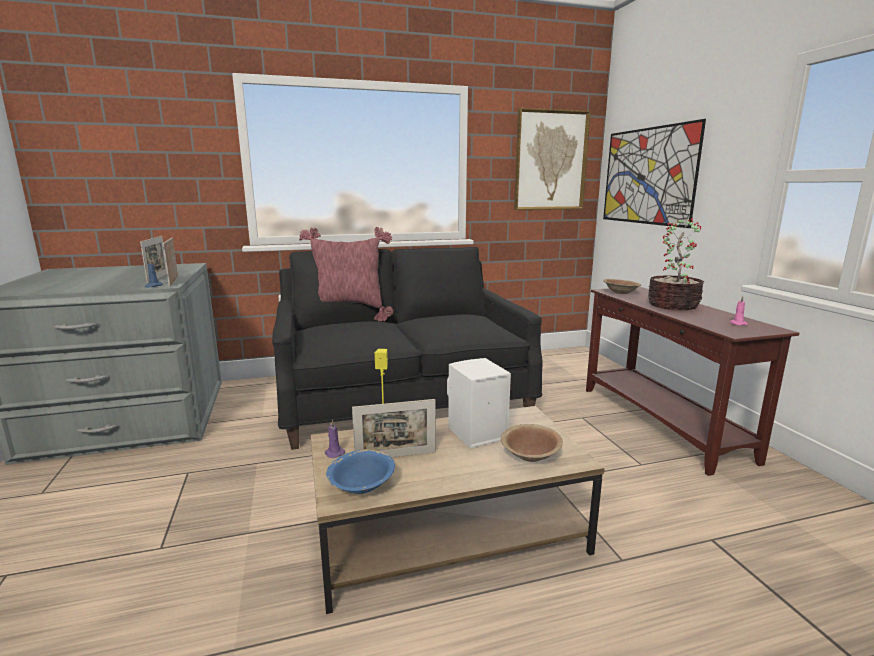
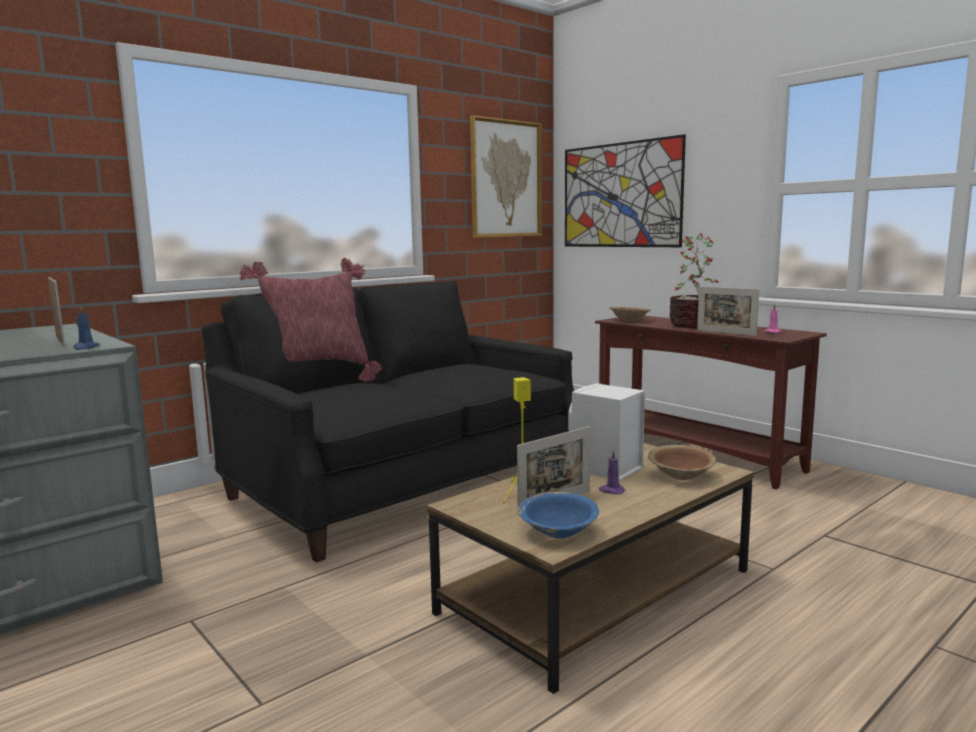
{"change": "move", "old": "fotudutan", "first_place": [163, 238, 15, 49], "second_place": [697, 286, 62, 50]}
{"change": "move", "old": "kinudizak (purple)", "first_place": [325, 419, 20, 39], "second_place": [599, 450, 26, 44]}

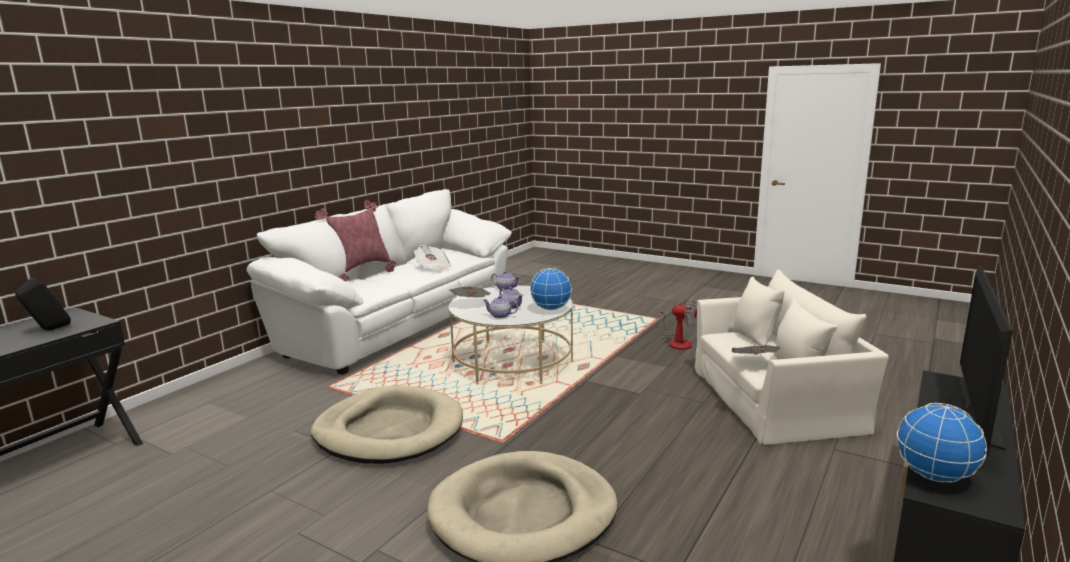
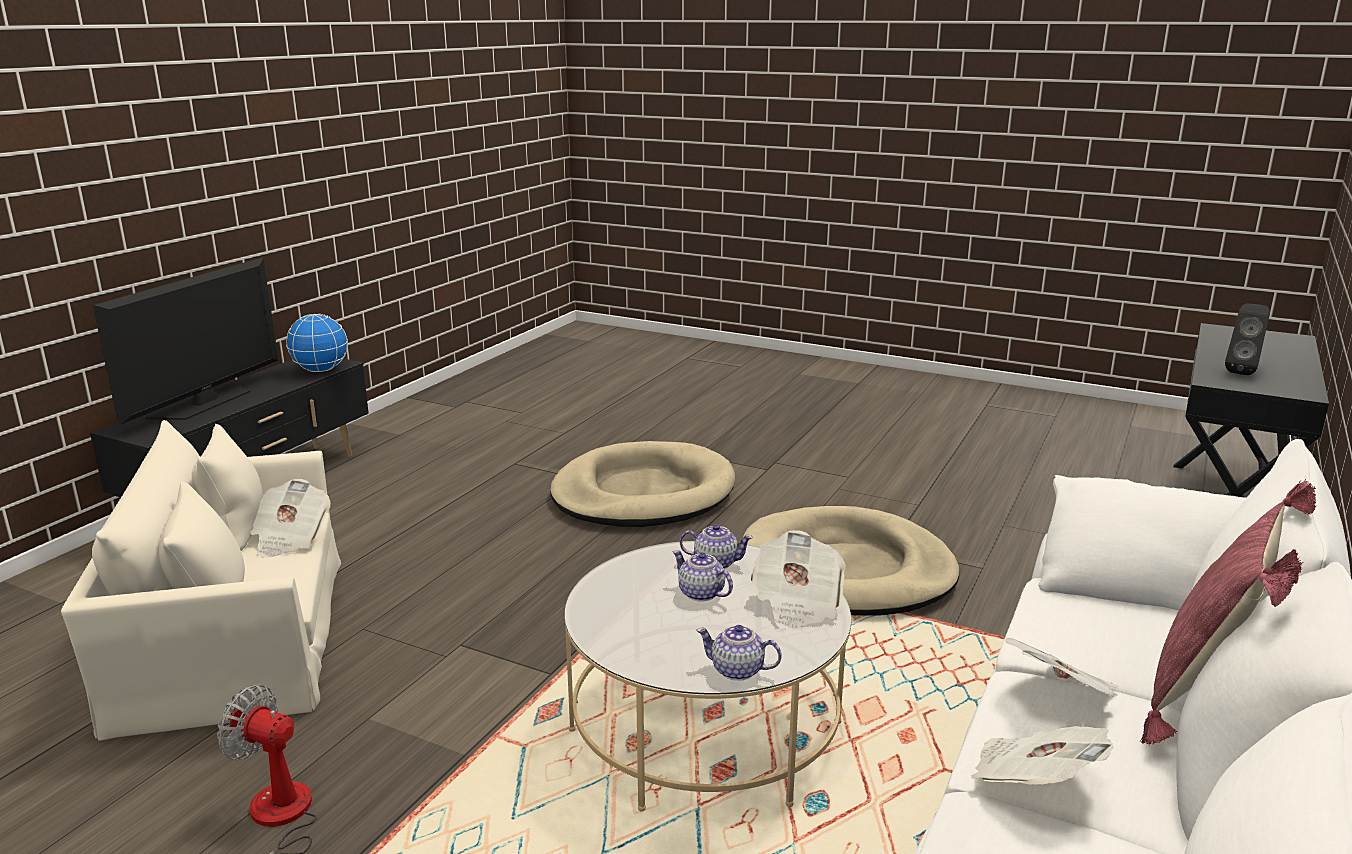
{"change": "delete", "old": "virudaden", "first_place": [530, 268, 42, 42]}
{"change": "insert", "new": "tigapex", "second_place": [1005, 638, 114, 59]}

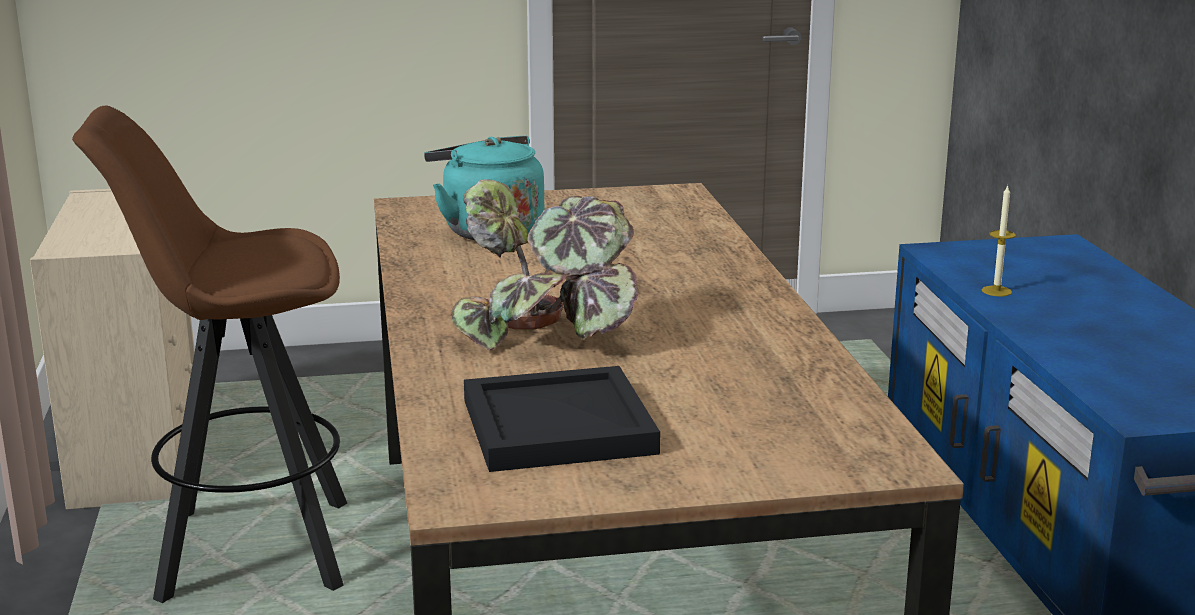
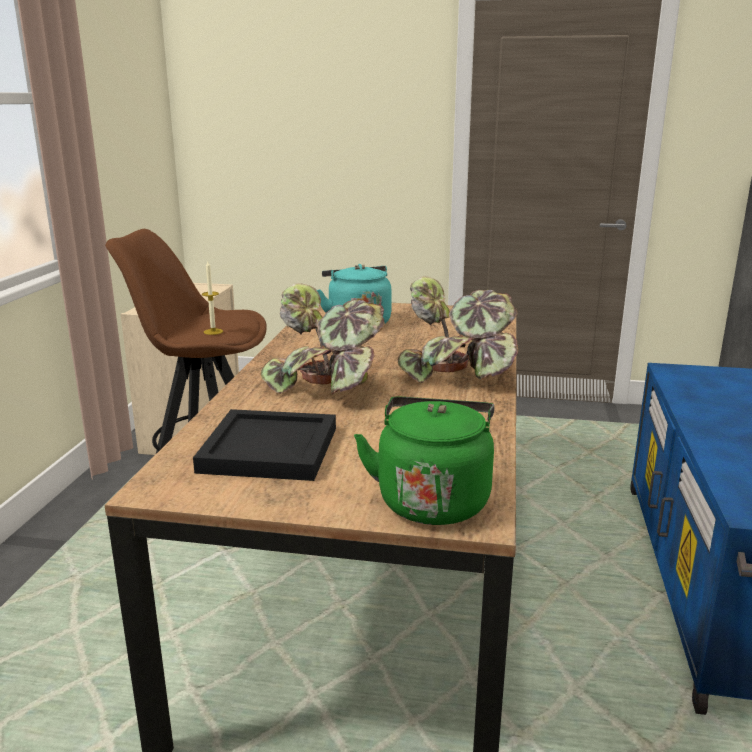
{"change": "insert", "new": "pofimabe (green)", "second_place": [354, 397, 140, 128]}
{"change": "insert", "new": "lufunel", "second_place": [397, 276, 121, 107]}
{"change": "move", "old": "kinudizak", "first_place": [982, 184, 34, 112], "second_place": [202, 260, 21, 75]}

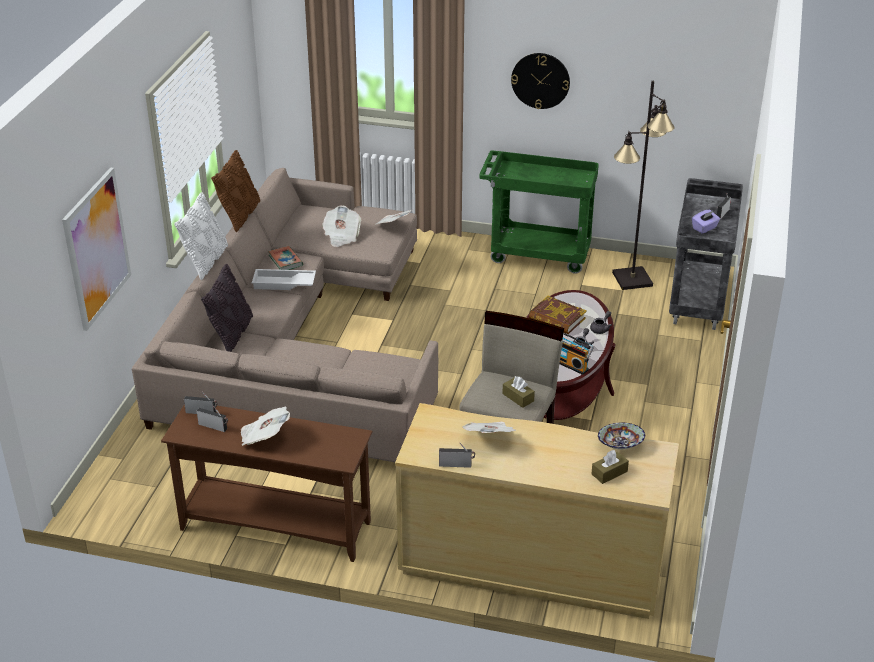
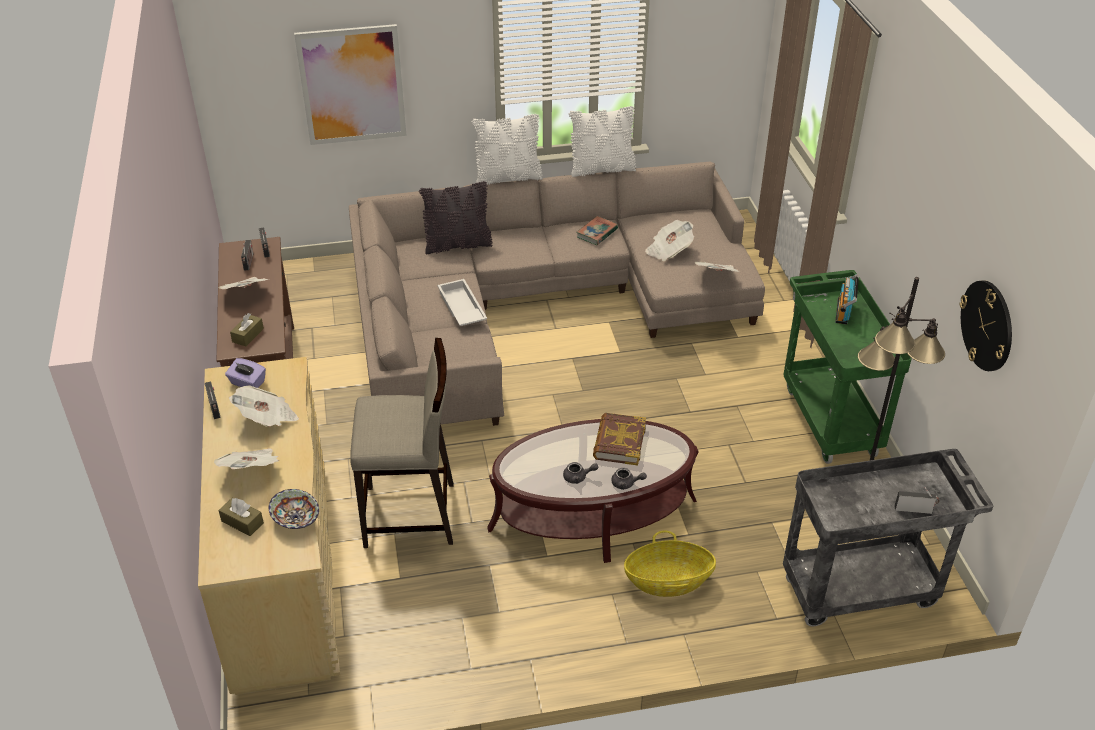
{"change": "insert", "new": "tigapex", "second_place": [214, 448, 65, 21]}
{"change": "insert", "new": "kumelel", "second_place": [624, 531, 92, 66]}
{"change": "move", "old": "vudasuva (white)", "first_place": [252, 269, 64, 21], "second_place": [437, 279, 50, 47]}
{"change": "move", "old": "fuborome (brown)", "first_place": [502, 376, 33, 32], "second_place": [230, 313, 34, 33]}
{"change": "move", "old": "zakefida", "first_place": [511, 53, 59, 56], "second_place": [960, 280, 52, 91]}
{"change": "move", "old": "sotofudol", "first_place": [560, 333, 34, 42], "second_place": [835, 274, 24, 51]}
{"change": "move", "old": "fuborome (purple)", "first_place": [692, 210, 28, 24], "second_place": [225, 358, 41, 30]}
{"change": "recolor", "old": "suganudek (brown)", "new": "suganudek (white)", "first_place": [211, 150, 49, 82], "second_place": [569, 106, 67, 71]}

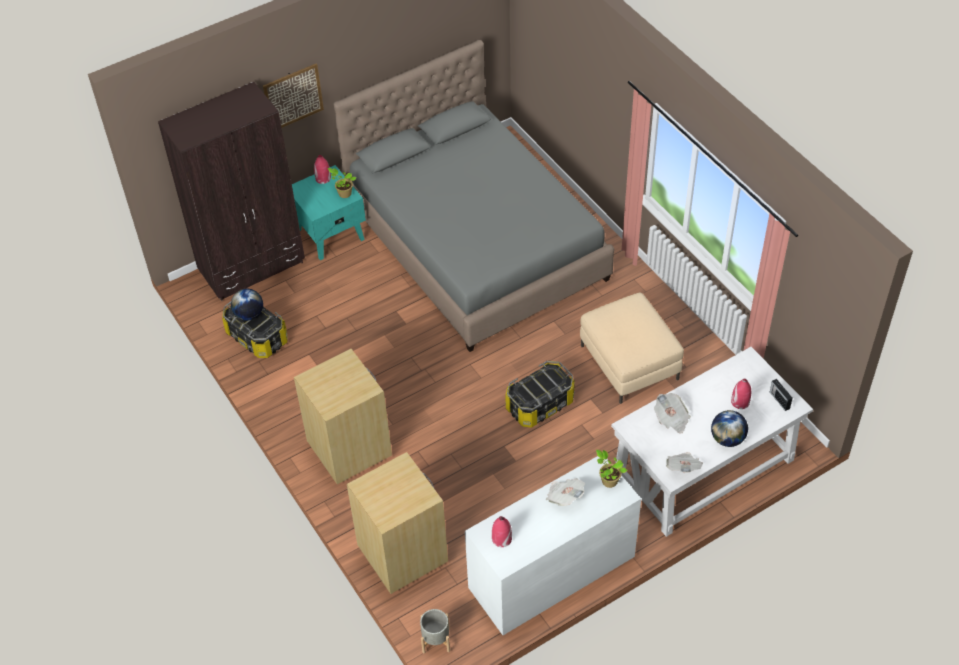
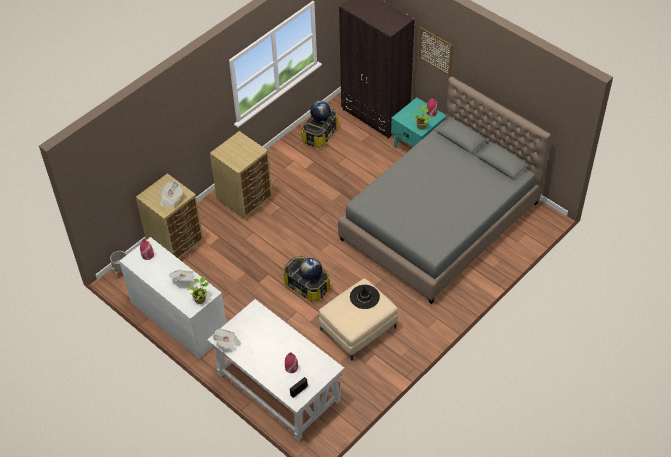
{"change": "insert", "new": "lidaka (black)", "second_place": [350, 285, 30, 24]}
{"change": "move", "old": "tigapex", "first_place": [654, 393, 37, 41], "second_place": [160, 181, 23, 26]}
{"change": "move", "old": "virudaden", "first_place": [711, 410, 37, 37], "second_place": [299, 258, 23, 23]}

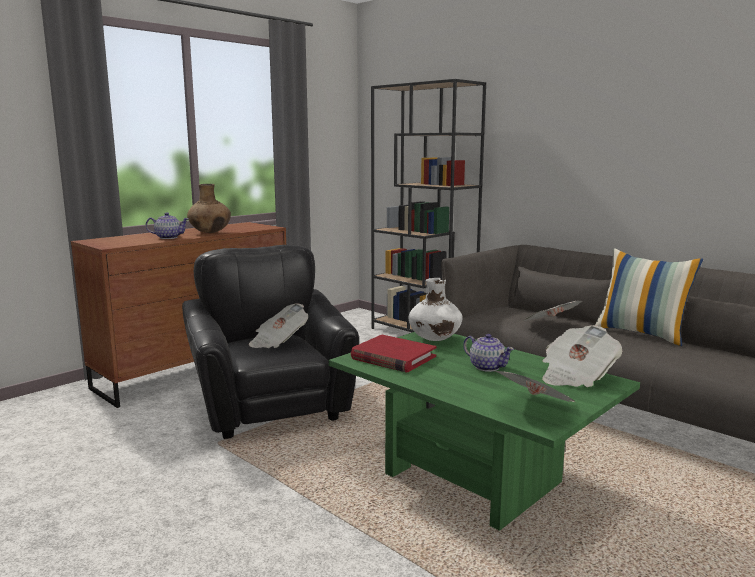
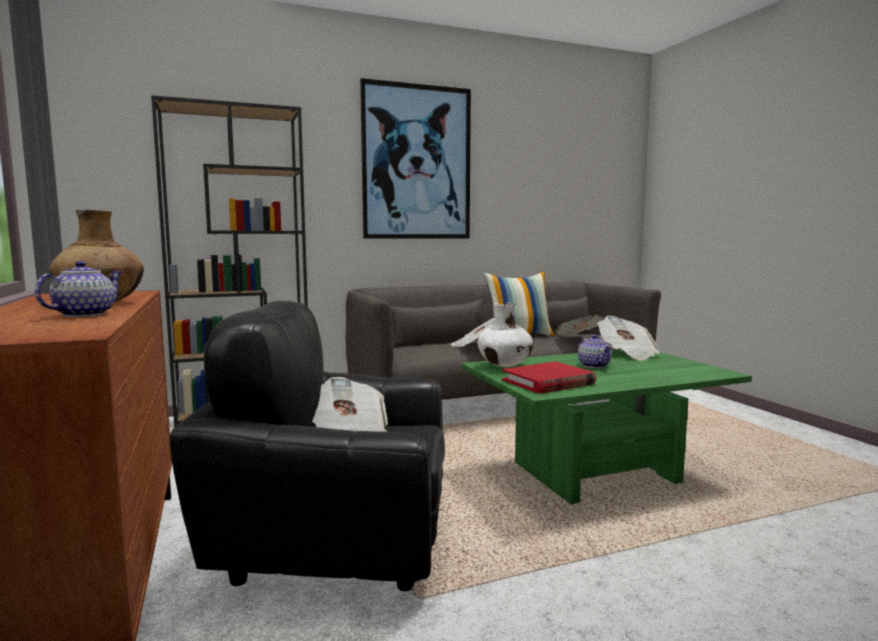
{"change": "insert", "new": "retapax", "second_place": [360, 78, 111, 161]}
{"change": "move", "old": "tigapex", "first_place": [491, 370, 84, 32], "second_place": [553, 315, 50, 21]}
{"change": "rotate", "old": "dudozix", "first_place": [463, 334, 51, 38], "second_place": [578, 335, 34, 33], "degrees": 90}

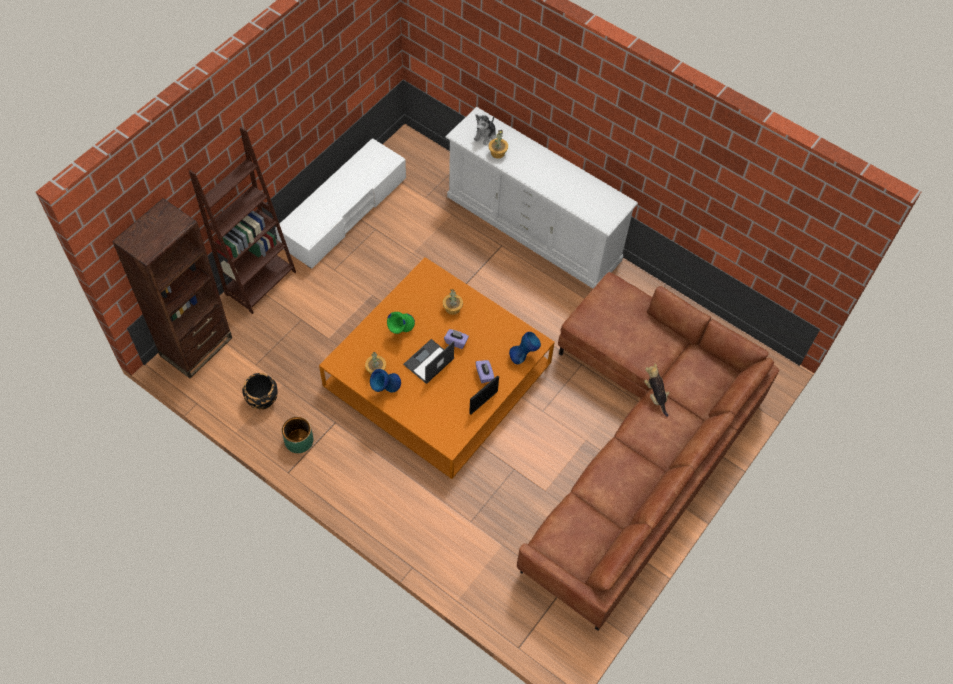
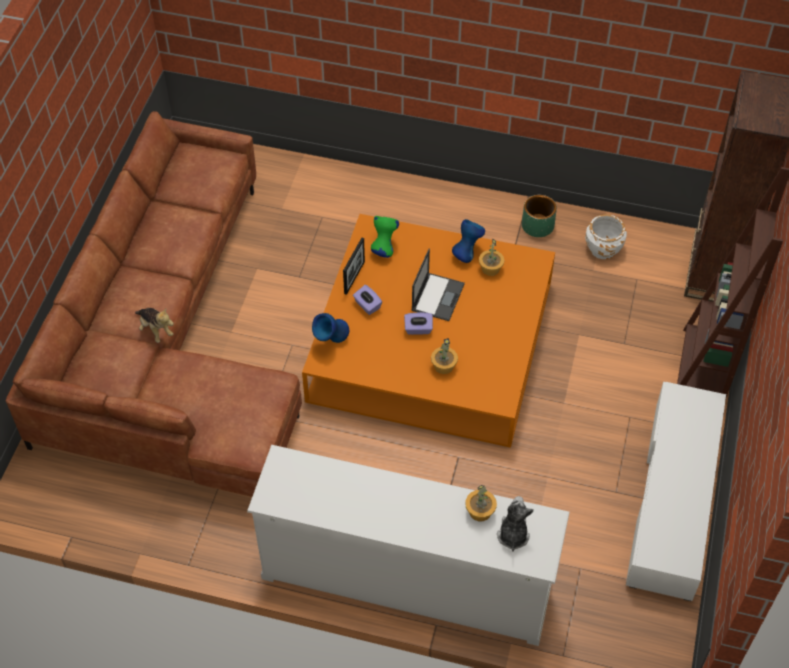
{"change": "move", "old": "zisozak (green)", "first_place": [387, 312, 28, 22], "second_place": [371, 216, 28, 42]}
{"change": "recolor", "old": "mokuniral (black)", "new": "mokuniral (white)", "first_place": [242, 373, 36, 37], "second_place": [585, 214, 42, 45]}

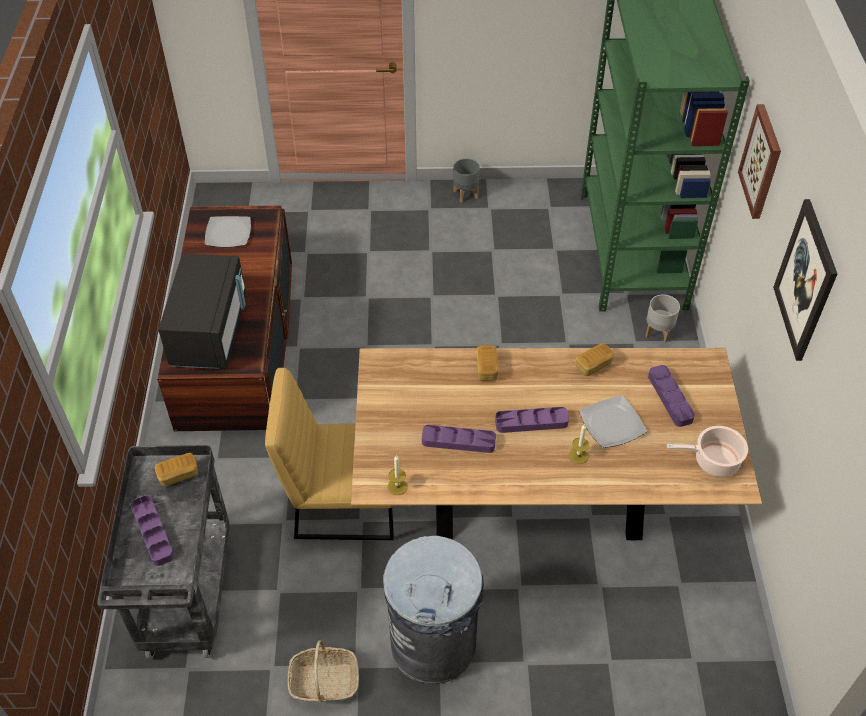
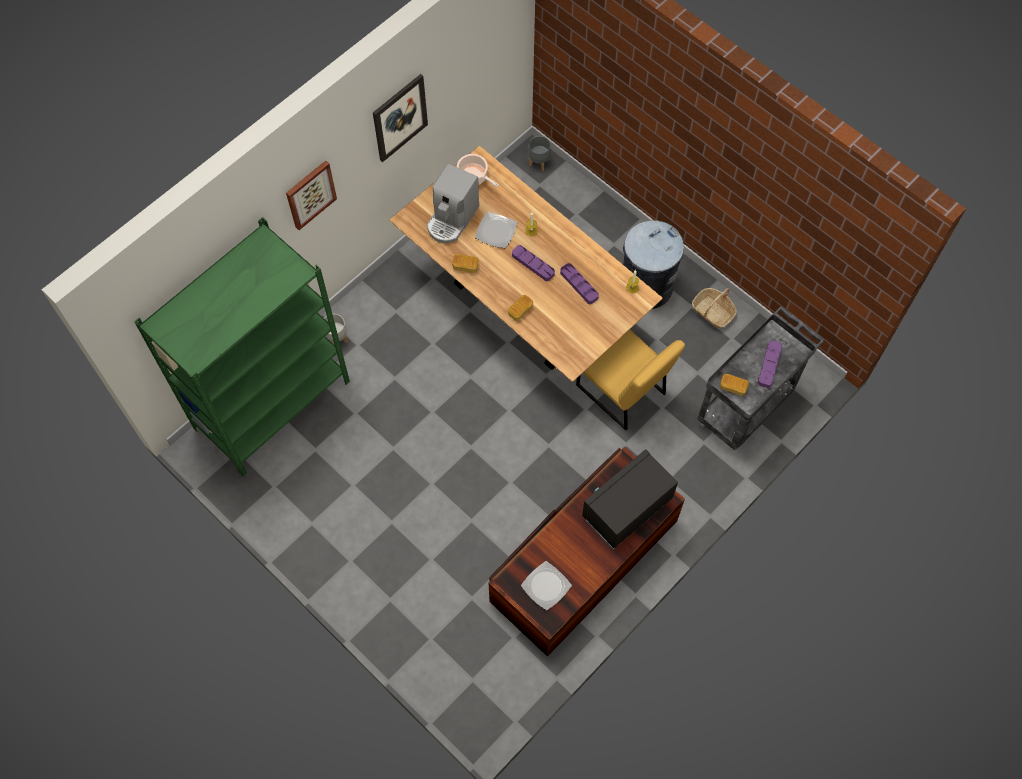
{"change": "move", "old": "mokuniral (grey)", "first_place": [453, 158, 27, 45], "second_place": [529, 136, 22, 35]}
{"change": "replace", "old": "vudasuva (purple)", "new": "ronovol", "first_place": [648, 365, 47, 62], "second_place": [427, 164, 52, 79]}

